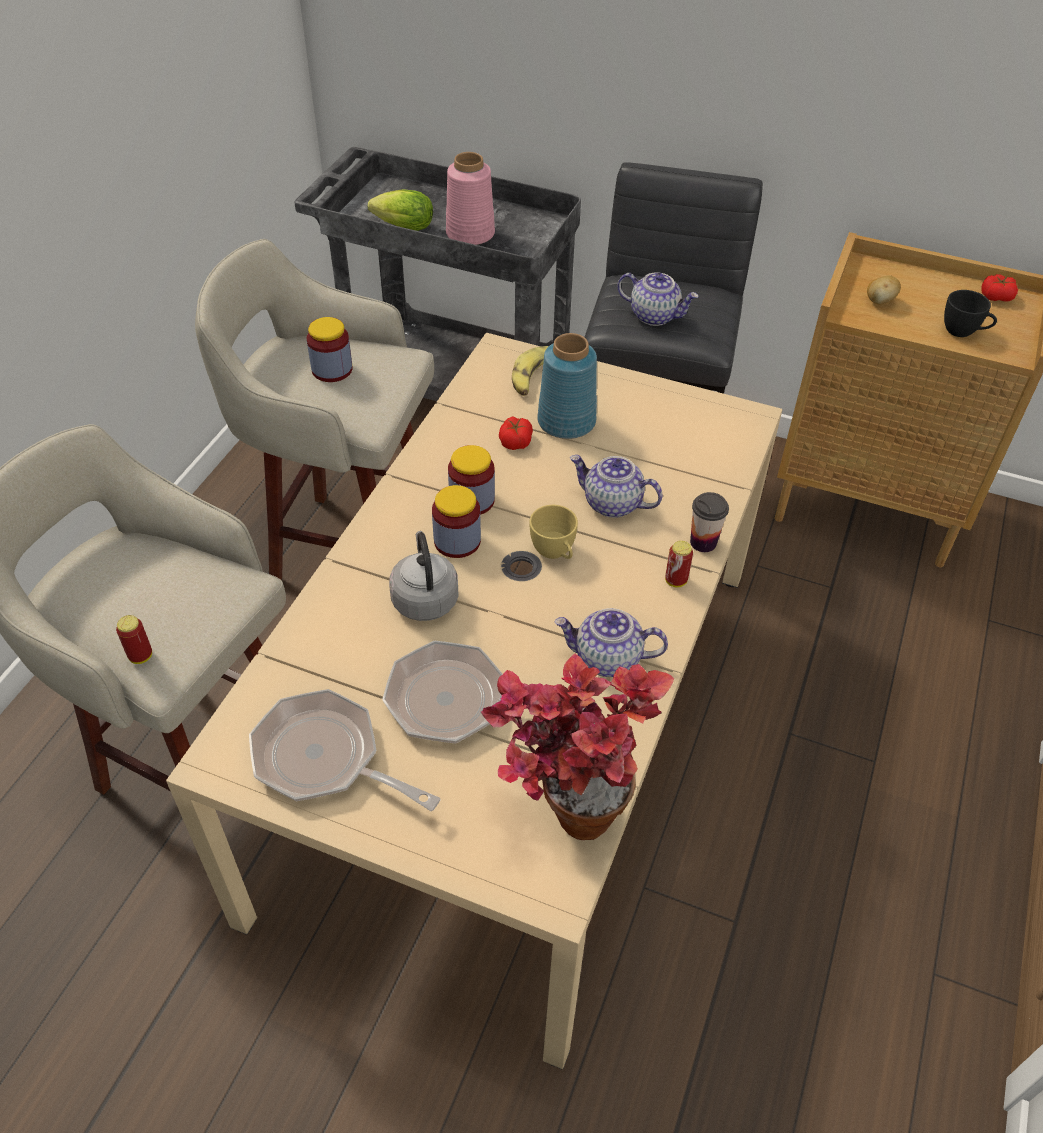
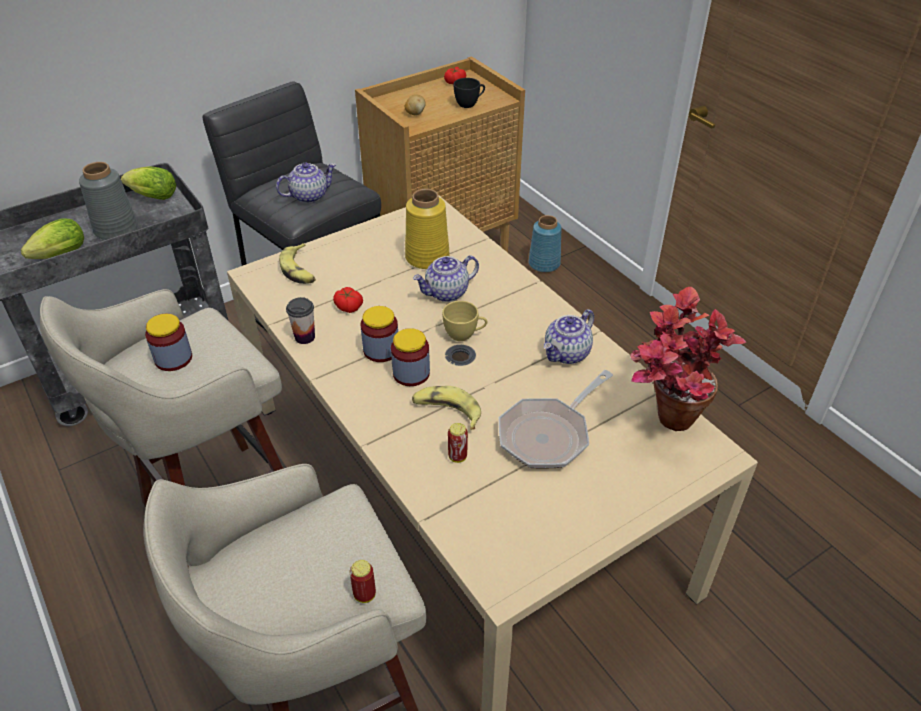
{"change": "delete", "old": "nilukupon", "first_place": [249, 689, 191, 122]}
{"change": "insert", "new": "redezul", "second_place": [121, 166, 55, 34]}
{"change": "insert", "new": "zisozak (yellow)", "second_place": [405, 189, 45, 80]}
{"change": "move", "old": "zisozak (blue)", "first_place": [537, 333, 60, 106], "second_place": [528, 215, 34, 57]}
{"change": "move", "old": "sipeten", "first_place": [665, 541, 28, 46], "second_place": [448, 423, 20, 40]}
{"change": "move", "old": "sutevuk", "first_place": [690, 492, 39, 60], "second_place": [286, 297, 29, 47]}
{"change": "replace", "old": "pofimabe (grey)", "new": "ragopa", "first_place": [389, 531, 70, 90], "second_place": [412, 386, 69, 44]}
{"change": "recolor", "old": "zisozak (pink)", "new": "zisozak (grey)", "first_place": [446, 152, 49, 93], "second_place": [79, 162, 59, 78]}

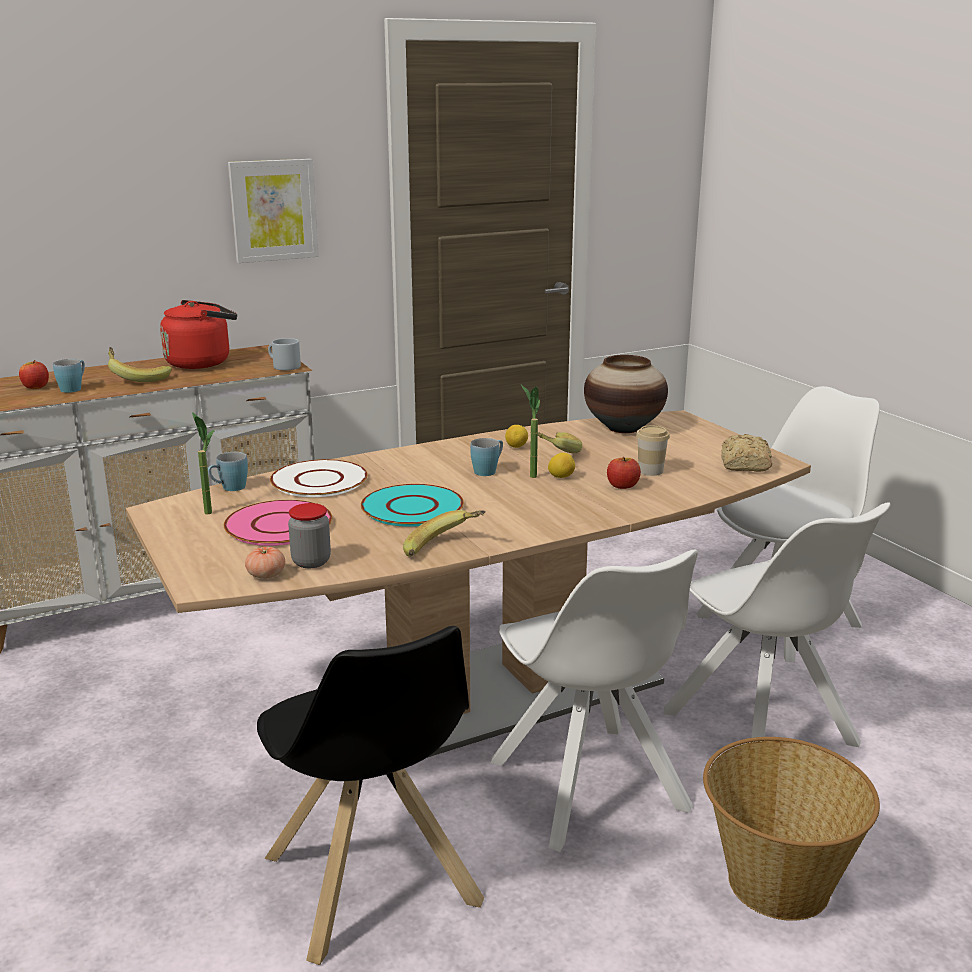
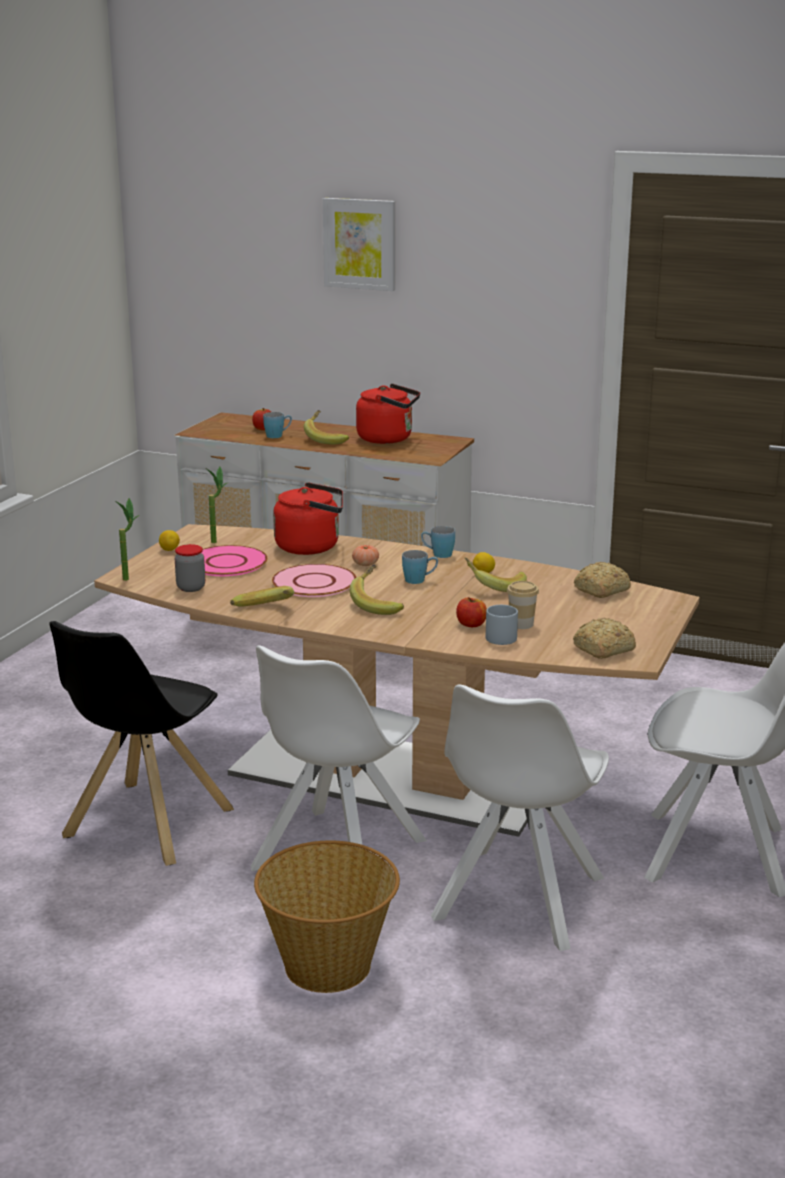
{"change": "insert", "new": "ragopa", "second_place": [350, 565, 54, 50]}
{"change": "move", "old": "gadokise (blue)", "first_place": [208, 452, 40, 39], "second_place": [421, 526, 34, 32]}
{"change": "move", "old": "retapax", "first_place": [228, 159, 91, 104], "second_place": [323, 198, 72, 93]}
{"change": "move", "old": "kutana", "first_place": [245, 547, 40, 32], "second_place": [352, 545, 27, 21]}
{"change": "move", "old": "gadokise (grey)", "first_place": [268, 338, 33, 32], "second_place": [486, 605, 32, 40]}
{"change": "move", "old": "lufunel", "first_place": [521, 385, 19, 93], "second_place": [117, 498, 22, 83]}
{"change": "move", "old": "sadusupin", "first_place": [548, 453, 27, 25], "second_place": [159, 530, 21, 21]}
{"change": "replace", "old": "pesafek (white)", "new": "pofimabe (red)", "first_place": [270, 459, 98, 38], "second_place": [273, 482, 70, 73]}
{"change": "replace", "old": "zisozak", "new": "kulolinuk", "first_place": [584, 355, 84, 78], "second_place": [574, 562, 57, 36]}
{"change": "recolor", "old": "pesafek (turquoise)", "new": "pesafek (pink)", "first_place": [361, 484, 103, 43], "second_place": [272, 564, 85, 33]}

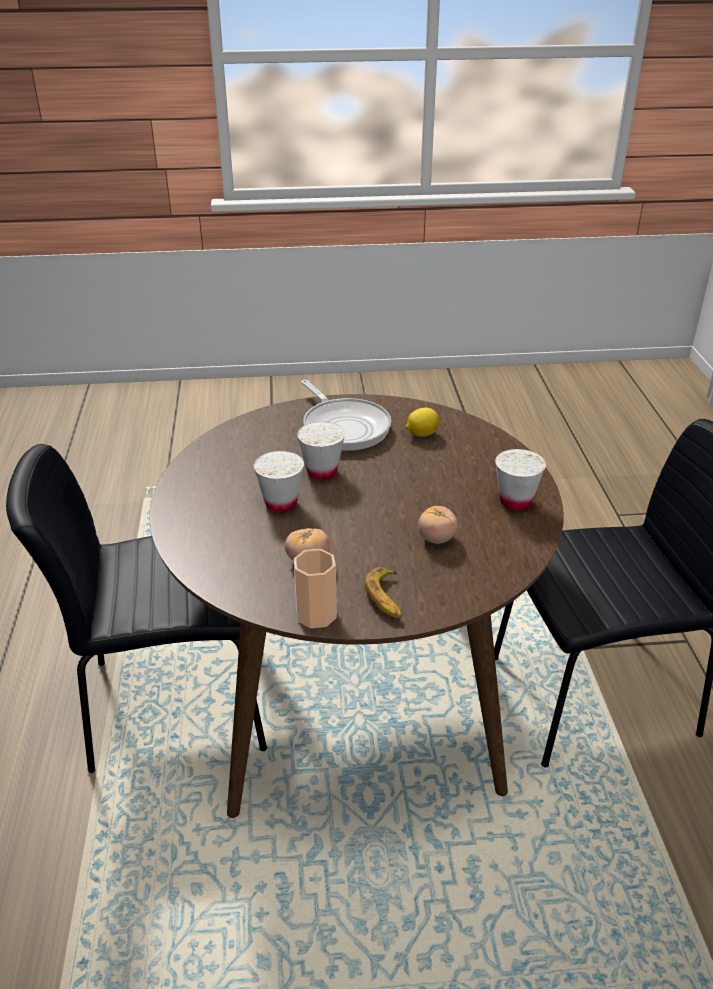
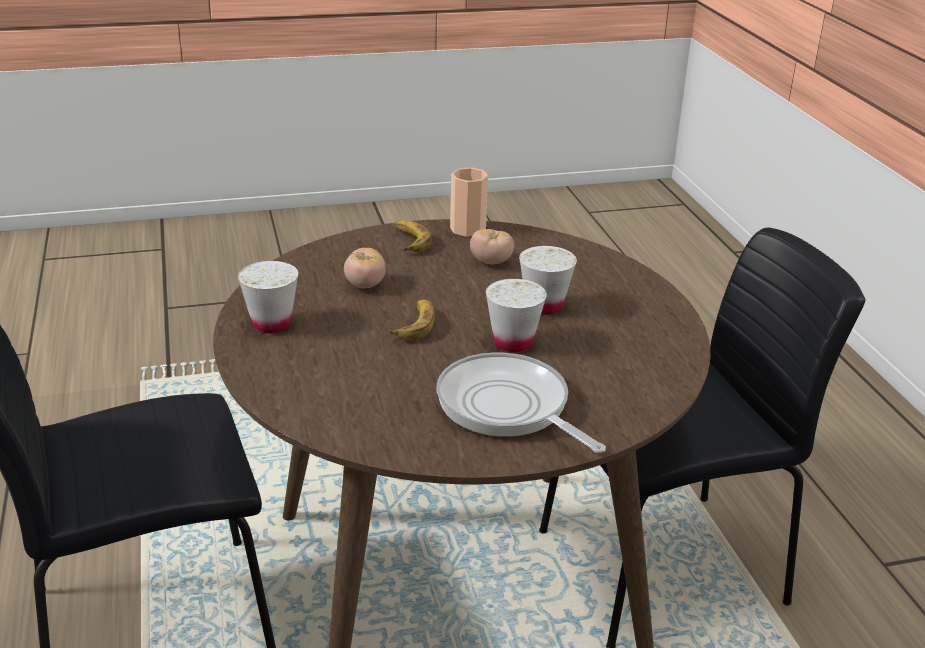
{"change": "delete", "old": "sadusupin", "first_place": [406, 408, 33, 29]}
{"change": "insert", "new": "ragopa", "second_place": [389, 300, 46, 41]}

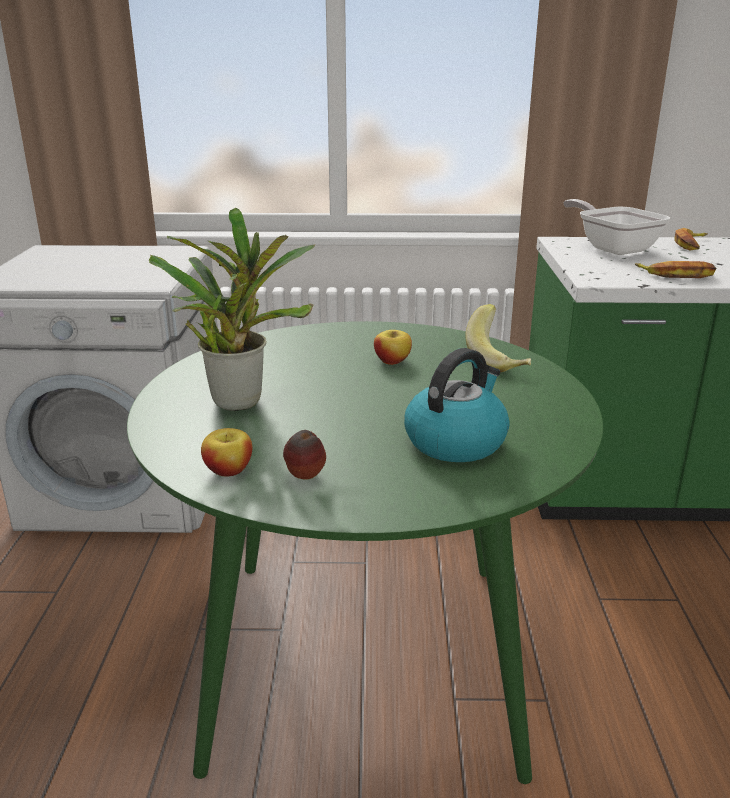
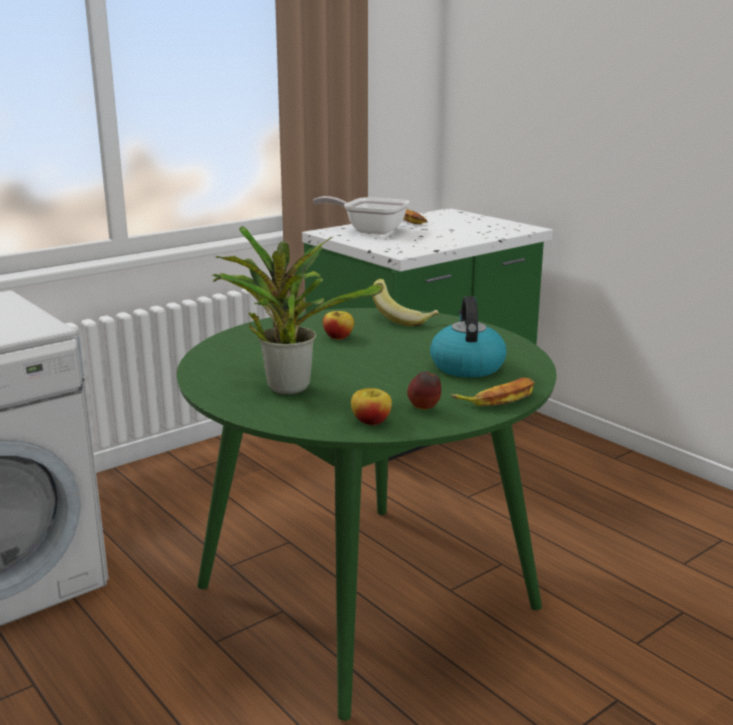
{"change": "move", "old": "ragopa", "first_place": [635, 261, 81, 17], "second_place": [451, 378, 83, 28]}

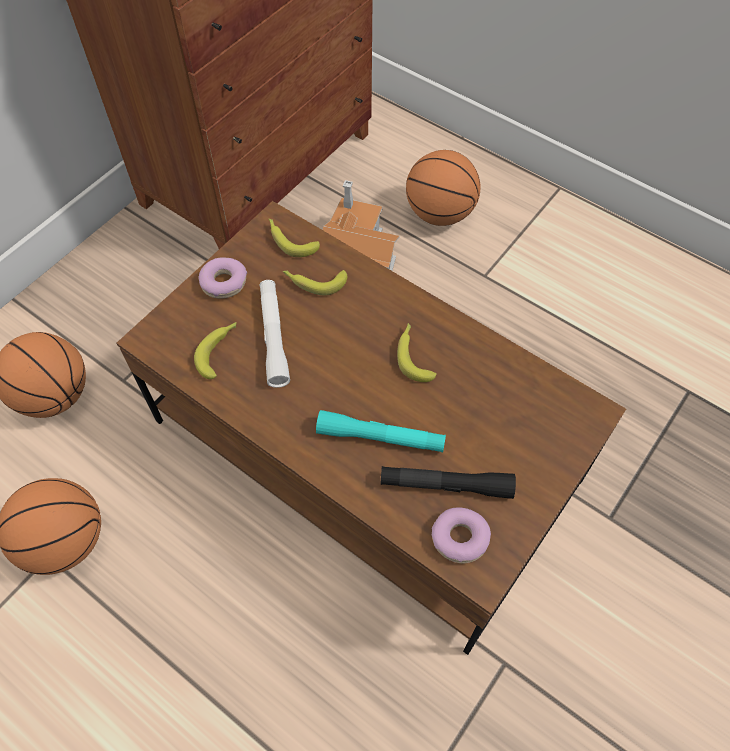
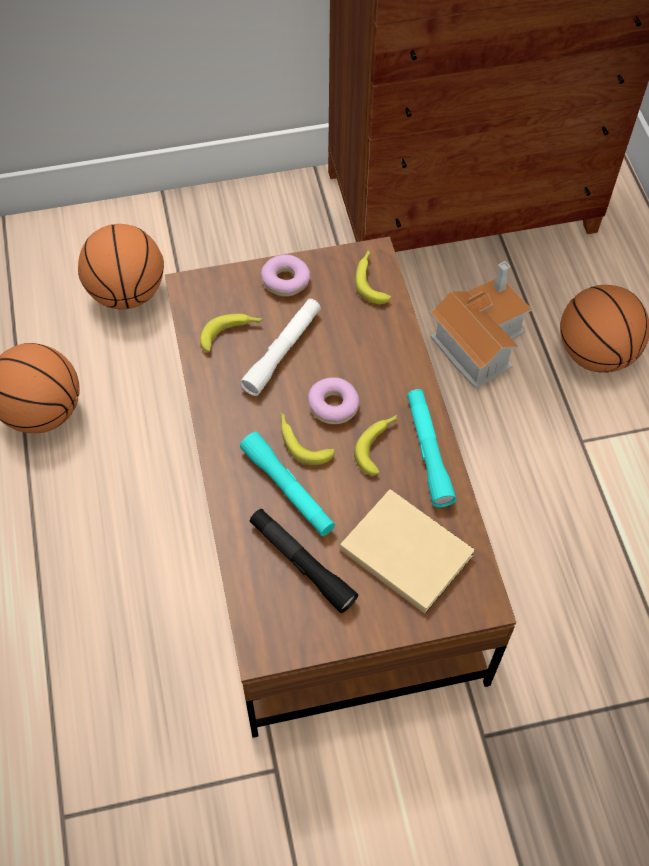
{"change": "insert", "new": "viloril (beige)", "second_place": [340, 489, 135, 125]}
{"change": "insert", "new": "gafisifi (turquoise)", "second_place": [407, 389, 49, 119]}
{"change": "move", "old": "ragopa", "first_place": [283, 270, 64, 25], "second_place": [280, 413, 54, 52]}
{"change": "move", "old": "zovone", "first_place": [432, 507, 59, 56], "second_place": [308, 377, 51, 47]}

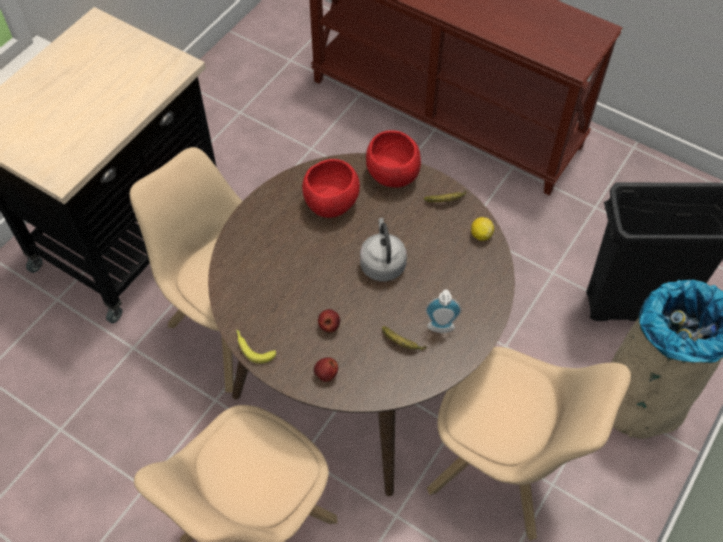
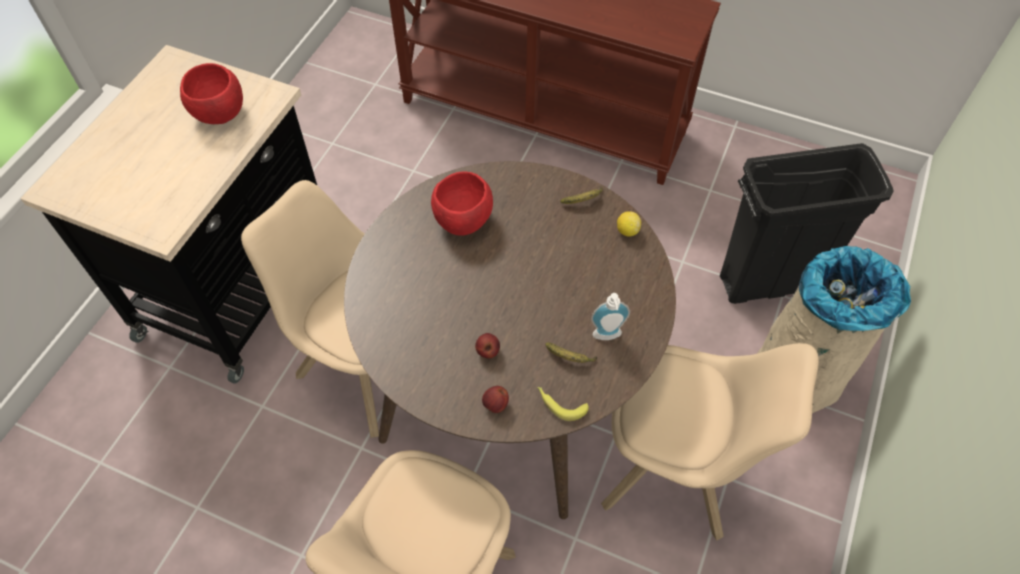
{"change": "delete", "old": "pofimabe (grey)", "first_place": [360, 218, 47, 63]}
{"change": "move", "old": "ragopa", "first_place": [236, 330, 40, 34], "second_place": [537, 387, 52, 34]}
{"change": "move", "old": "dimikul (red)", "first_place": [366, 130, 55, 58], "second_place": [180, 63, 63, 61]}

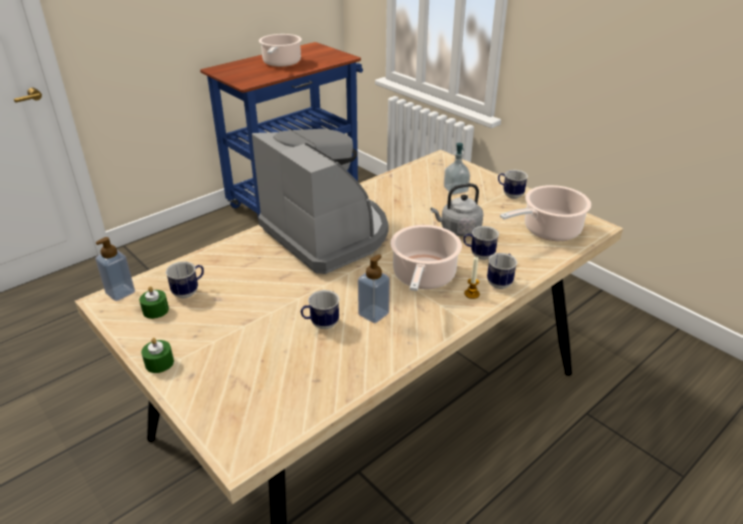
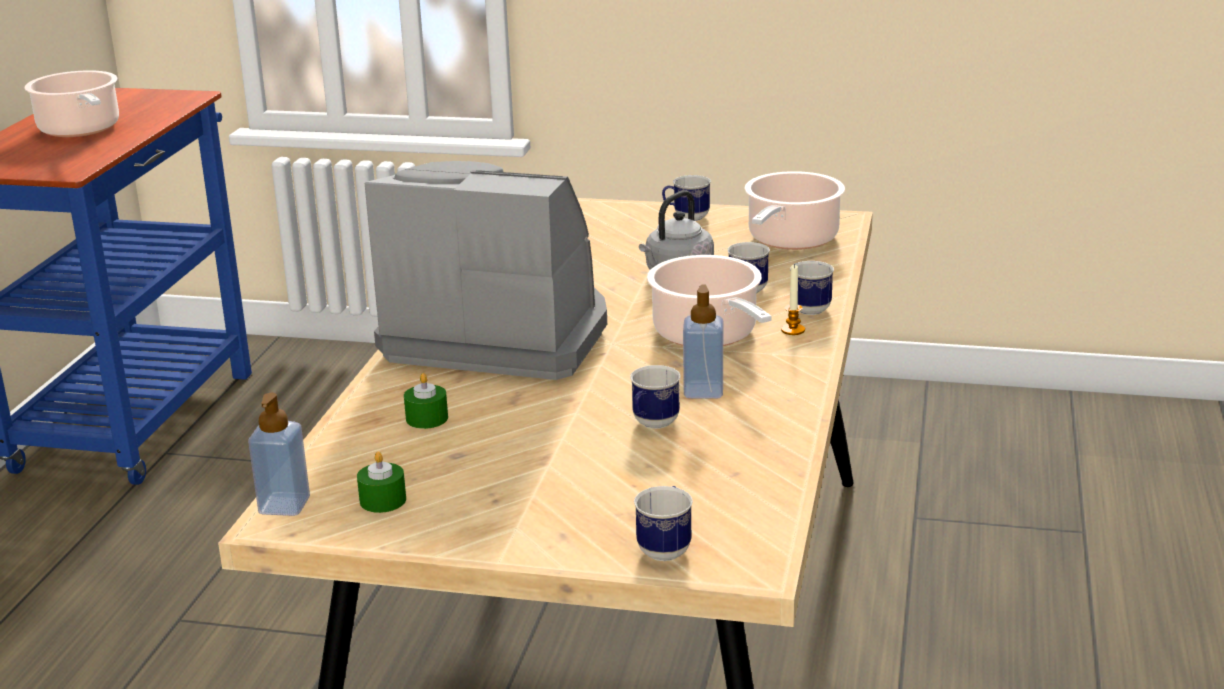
{"change": "delete", "old": "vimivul", "first_place": [444, 143, 26, 52]}
{"change": "move", "old": "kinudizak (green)", "first_place": [141, 338, 33, 35], "second_place": [404, 373, 44, 56]}
{"change": "move", "old": "gadokise", "first_place": [166, 262, 38, 36], "second_place": [634, 486, 59, 75]}

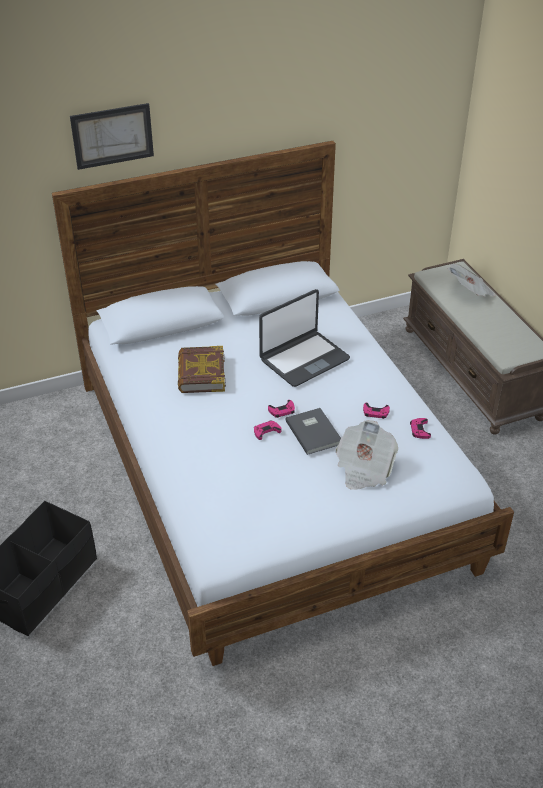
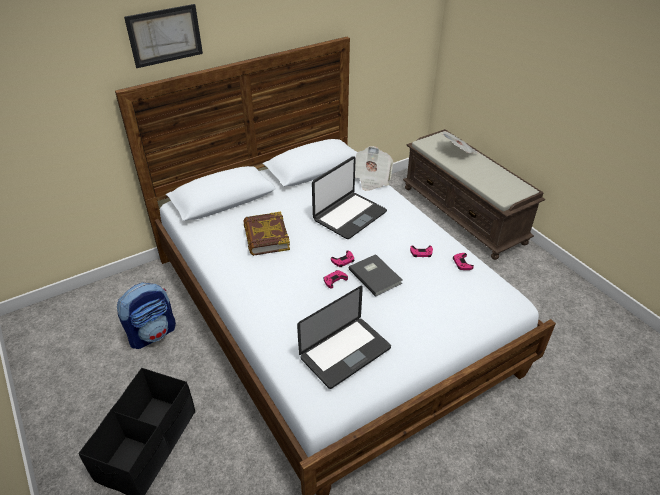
{"change": "insert", "new": "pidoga", "second_place": [117, 282, 59, 67]}
{"change": "insert", "new": "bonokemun", "second_place": [297, 286, 94, 103]}
{"change": "move", "old": "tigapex", "first_place": [335, 420, 63, 70], "second_place": [355, 146, 39, 45]}

